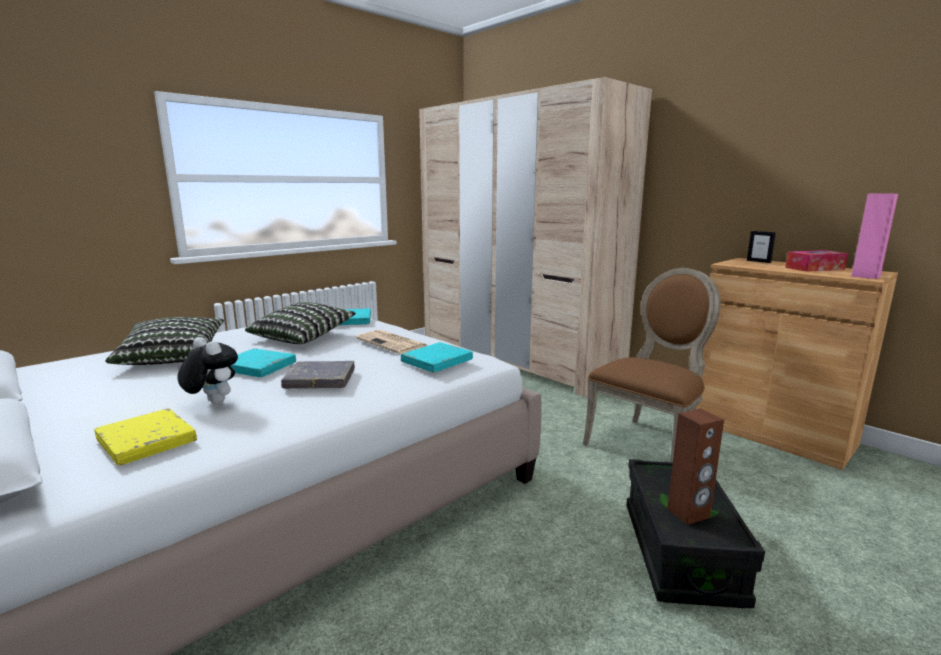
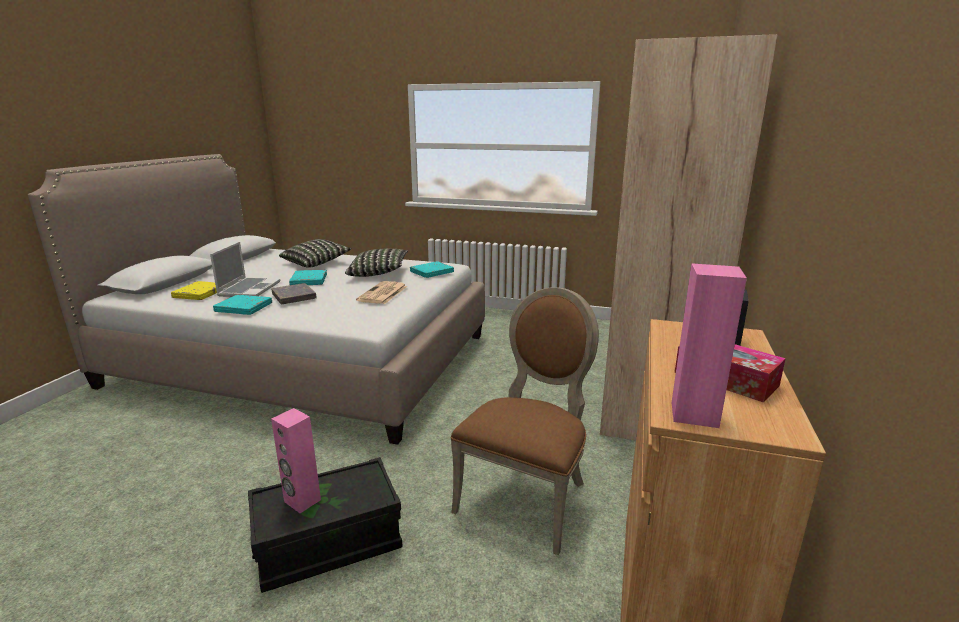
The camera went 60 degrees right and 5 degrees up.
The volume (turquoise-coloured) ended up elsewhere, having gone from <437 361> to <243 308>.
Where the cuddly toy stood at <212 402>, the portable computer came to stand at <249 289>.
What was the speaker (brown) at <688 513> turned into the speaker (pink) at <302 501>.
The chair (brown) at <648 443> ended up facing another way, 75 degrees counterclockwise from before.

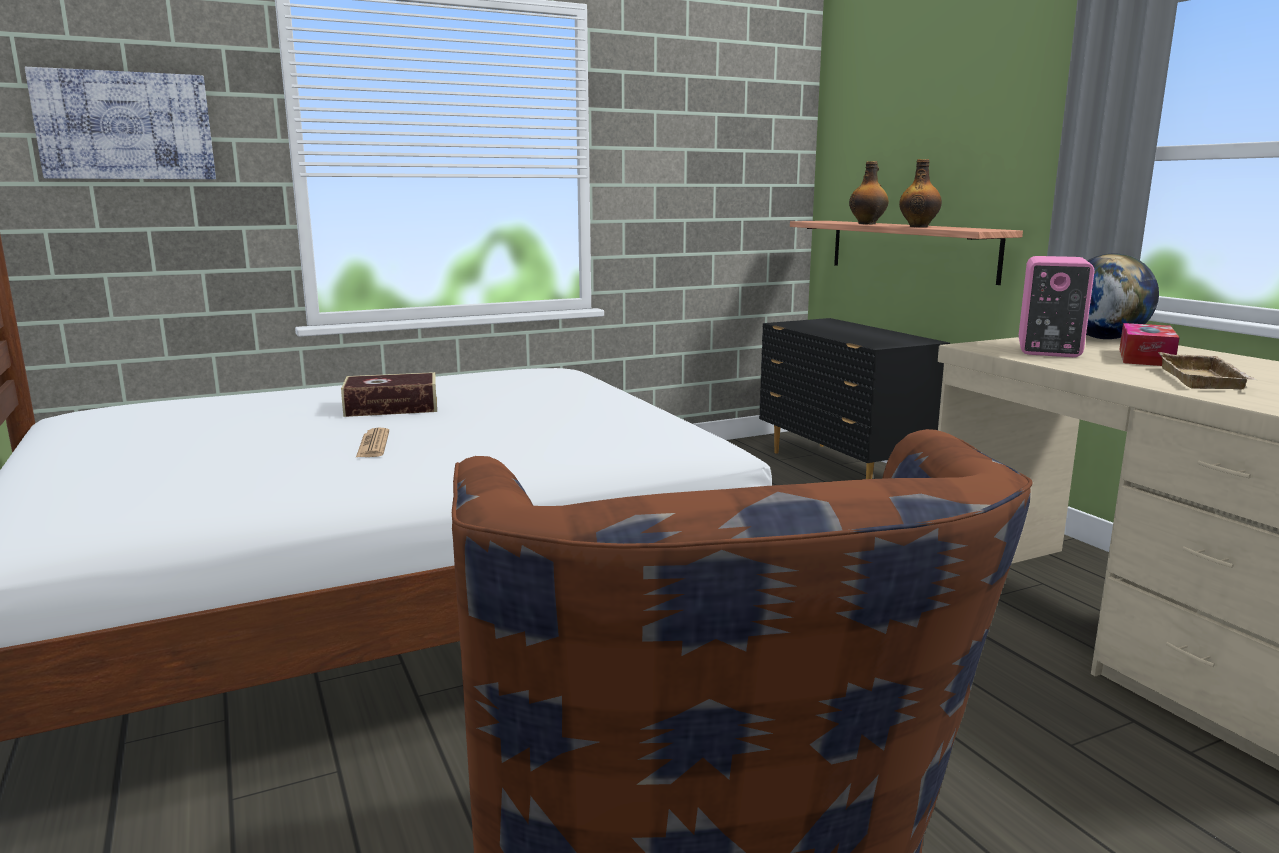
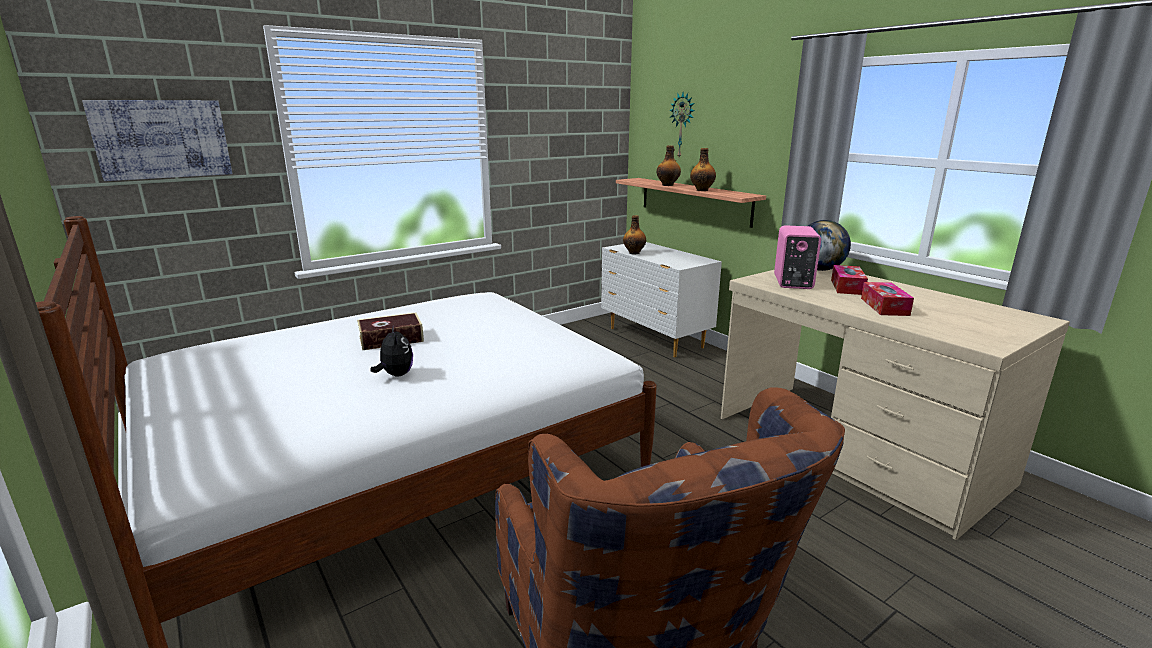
The camera went 10 degrees left and 5 degrees up.
The second view gained the bottle at <634 253>.
The second view gained the hanging clock at <683 125>.
Where the newspaper stood at <373 444>, the cuddly toy came to stand at <396 375>.
Where the carrying tray (beige) stood at <1205 380>, the tissue box came to stand at <884 306>.
What was the drawer chest (black) at <842 469> turned into the drawer chest (white-coloured) at <655 338>.

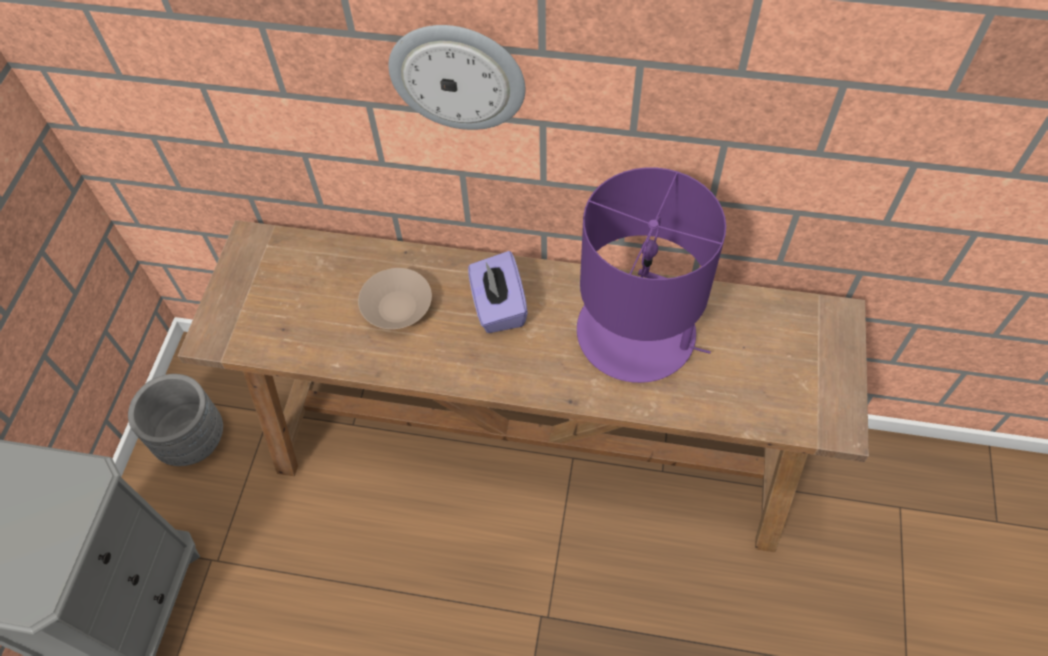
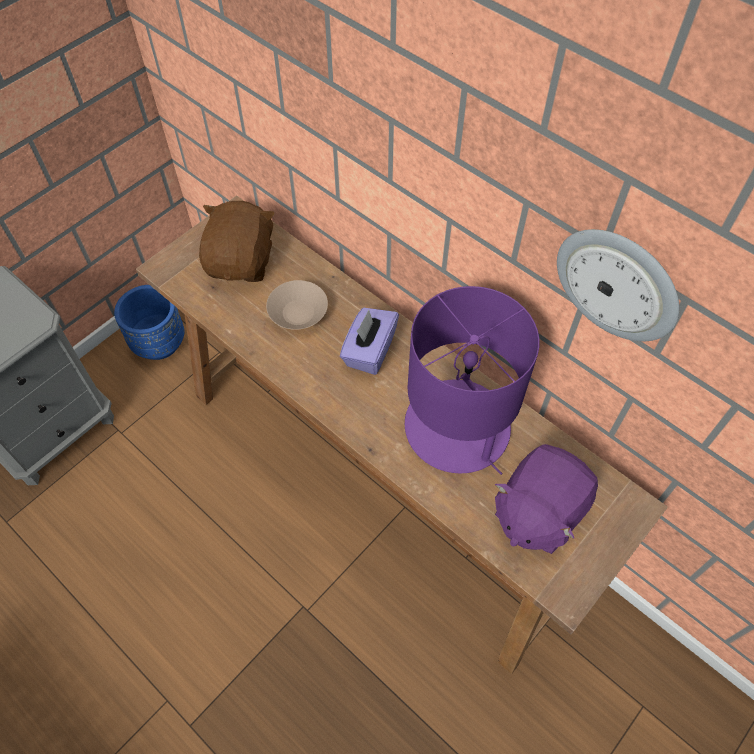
The camera went 30 degrees right and 0 degrees up.
The second view gained the cuddly toy (brown) at <242 261>.
The second view gained the cuddly toy (purplish) at <537 512>.
The hanging clock ended up elsewhere, having gone from <458 76> to <618 284>.
What was the planter (gray) at <193 440> turned into the planter (blue-coloured) at <159 343>.

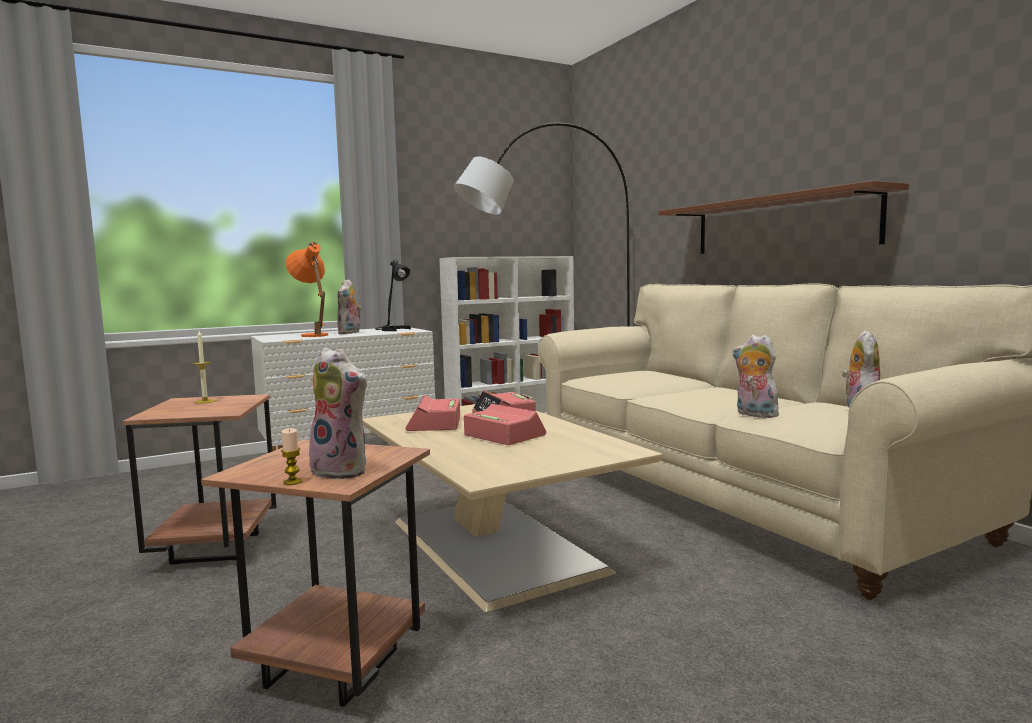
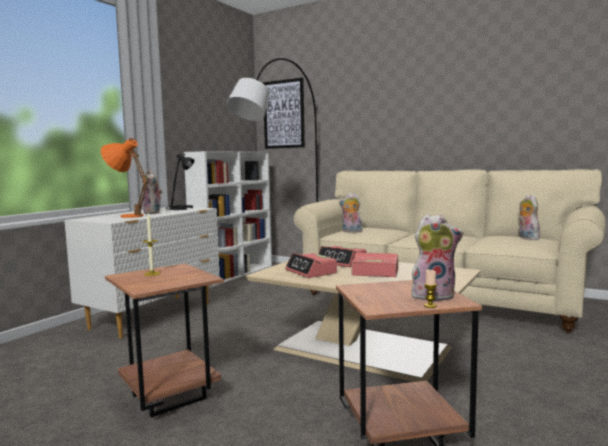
The camera went 30 degrees left and 0 degrees up.
The second view lost the wall shelf (brown) at <780 224>.
The second view gained the picture at <284 114>.
The cuddly toy ended up elsewhere, having gone from <754 415> to <351 232>.

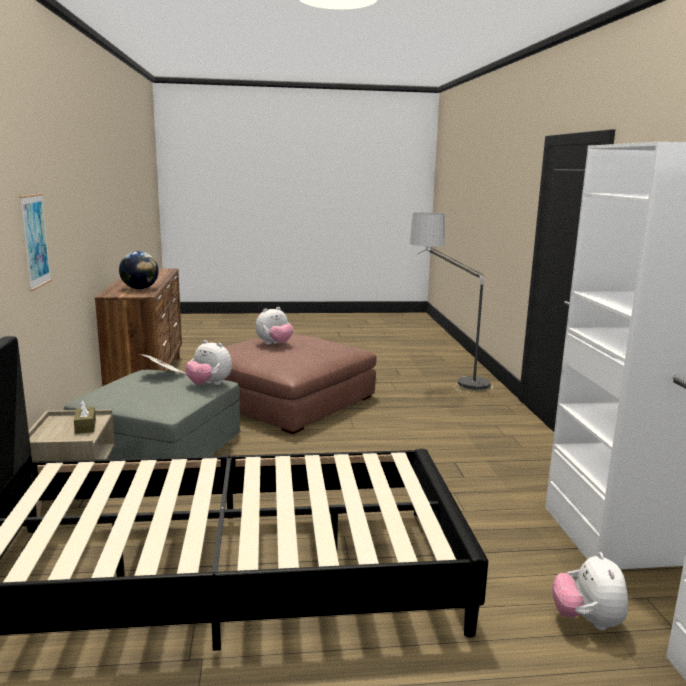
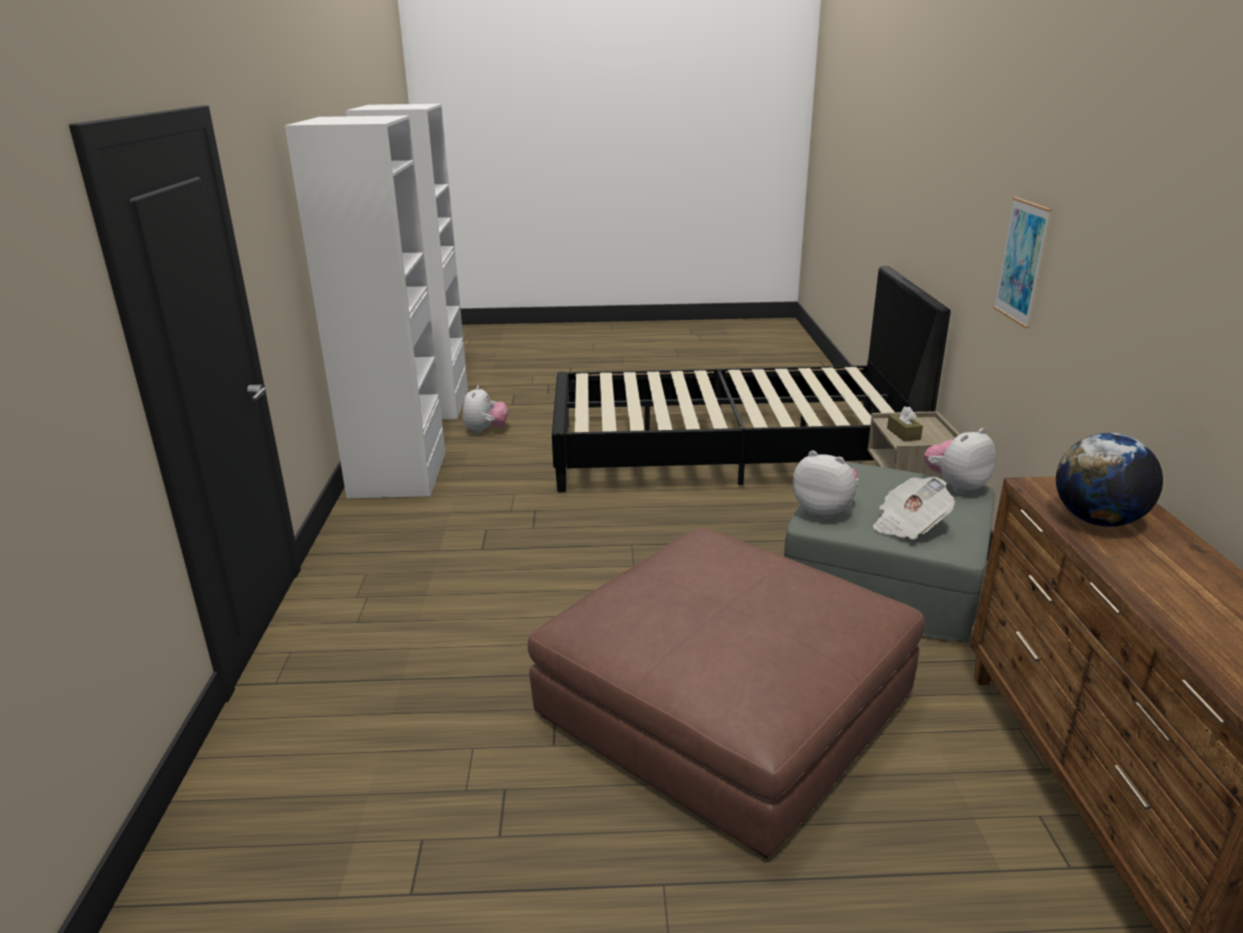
The camera went 175 degrees left and 10 degrees up.
The second view lost the standing lamp at <447 384>.
The cuddly toy ended up elsewhere, having gone from <274 344> to <955 486>.

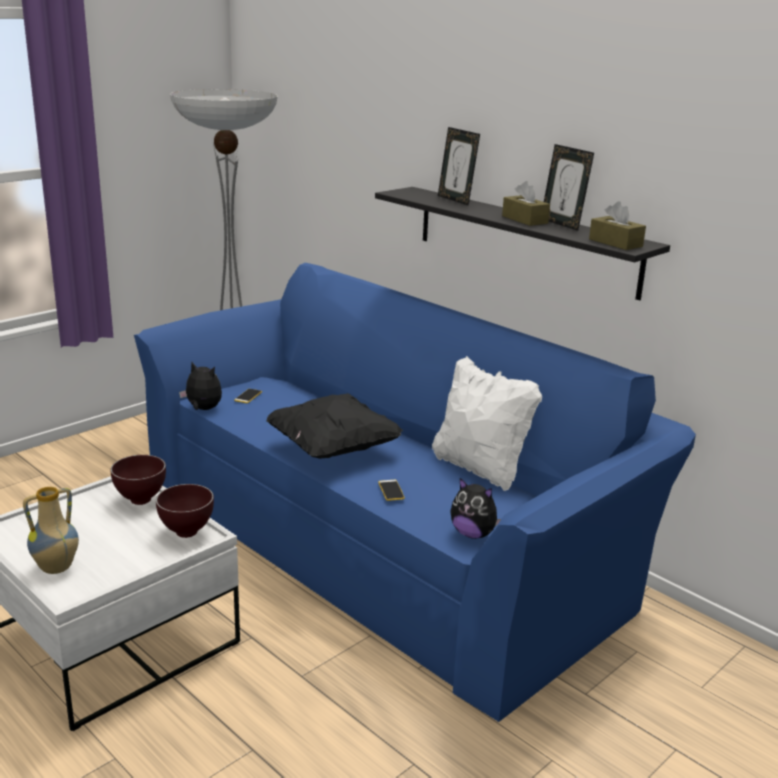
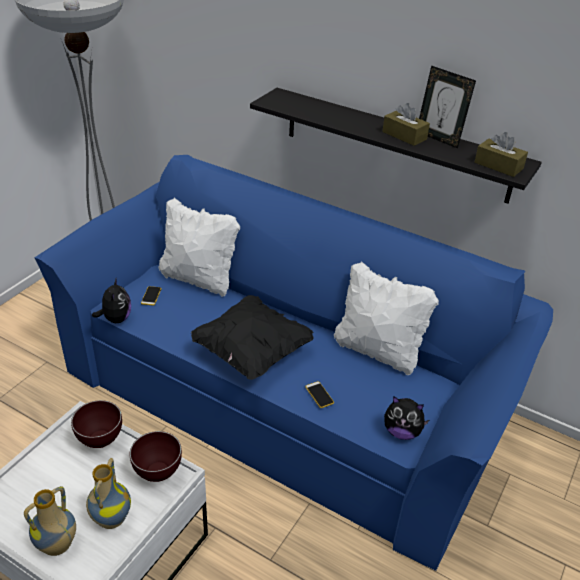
The camera went 15 degrees left and 15 degrees up.
The second view lost the photo frame at <456 200>.
The second view gained the vase at <111 518>.
The second view gained the cushion (white-coloured) at <199 279>.
The cuddly toy at <202 409> ended up facing another way, 75 degrees clockwise from before.

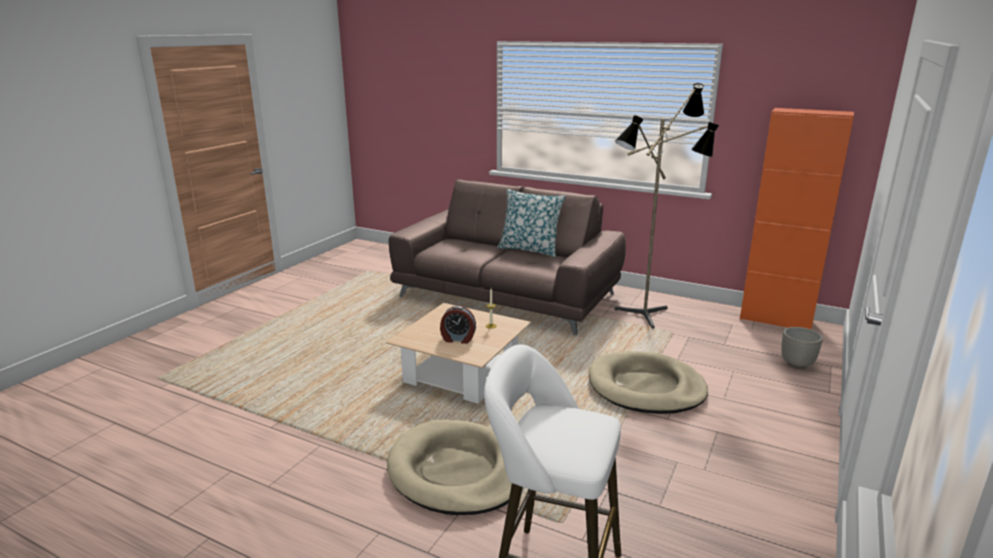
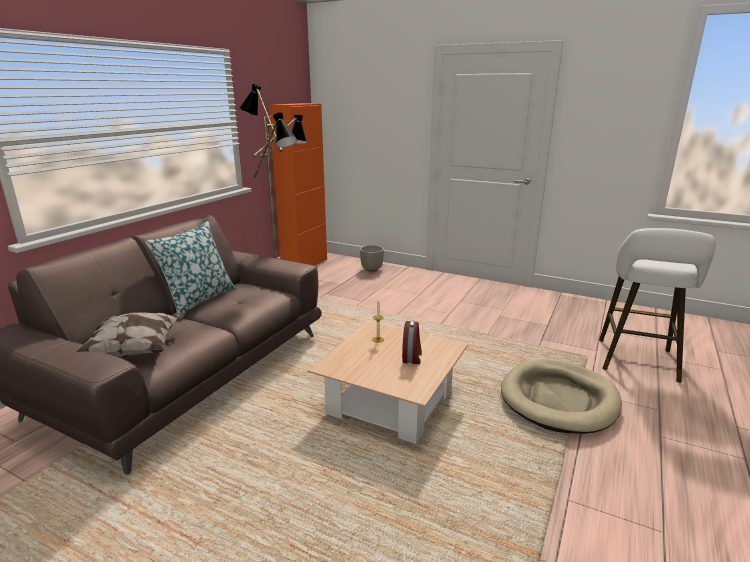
The camera went 90 degrees left and 0 degrees up.
The second view lost the dog cushion (beige) at <646 387>.
The second view gained the cushion at <136 350>.

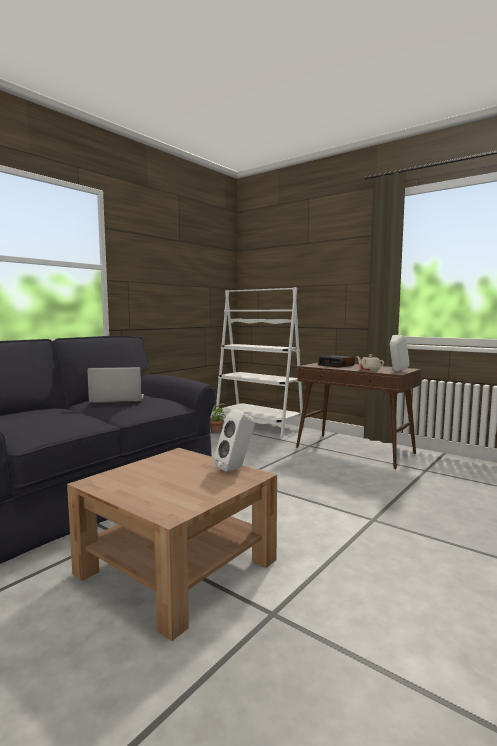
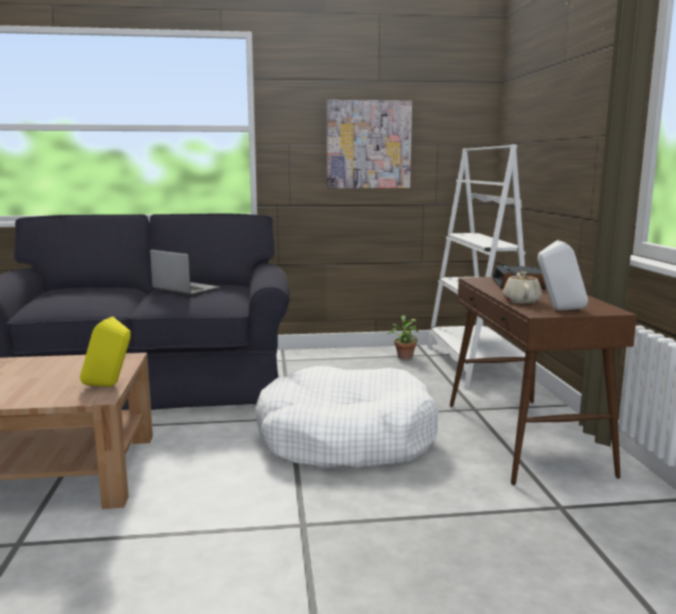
The camera went 45 degrees right and 5 degrees up.
The second view gained the dog cushion (white-coloured) at <345 439>.
The second view gained the picture at <368 145>.
What was the speaker (white-coloured) at <236 468> turned into the speaker (yellow-coloured) at <110 386>.

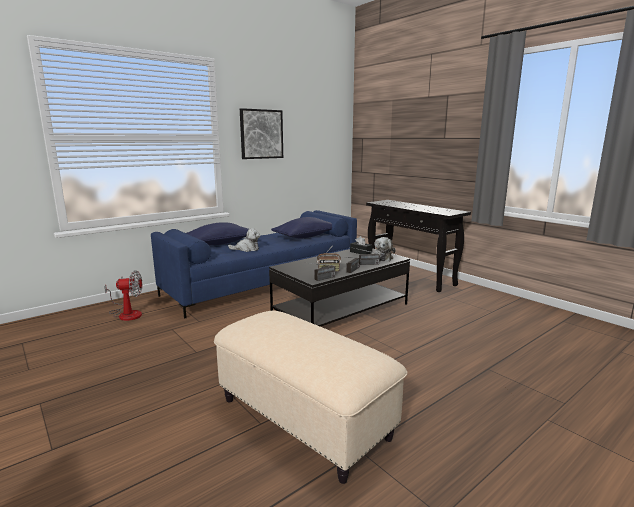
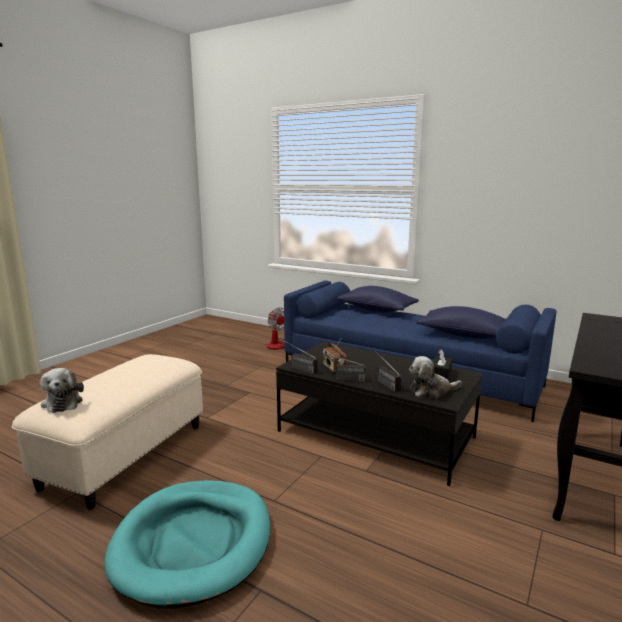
The camera went 70 degrees right and 0 degrees up.
The second view lost the picture at <261 134>.
The second view gained the dog cushion (turquoise-coloured) at <193 543>.
The cuddly toy ended up elsewhere, having gone from <246 249> to <63 402>.

